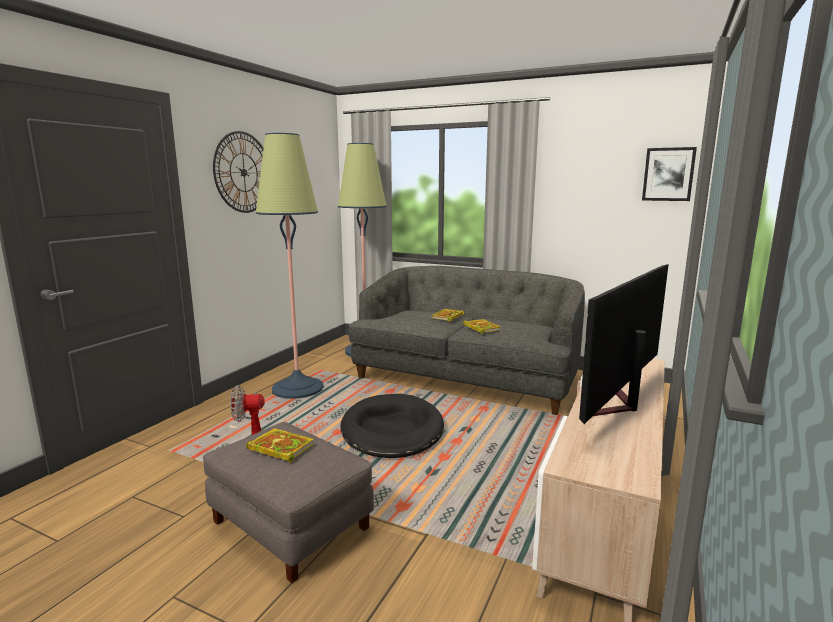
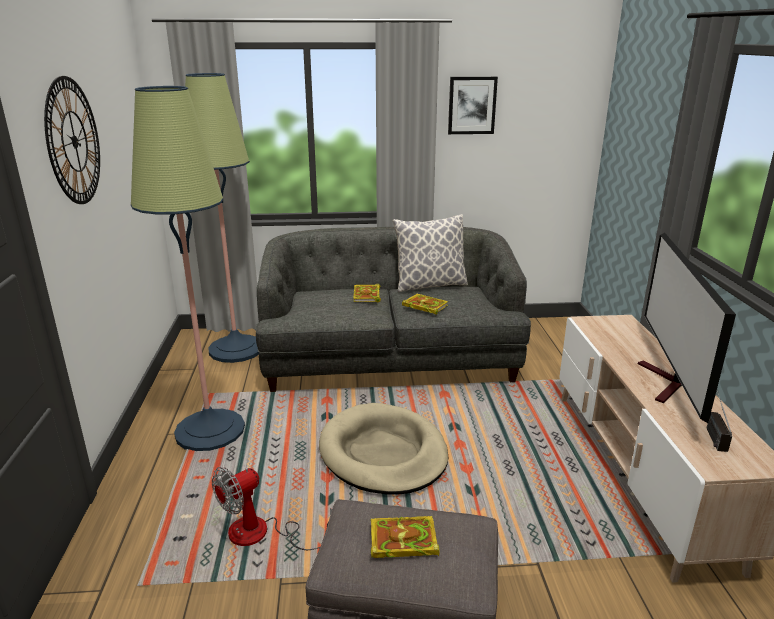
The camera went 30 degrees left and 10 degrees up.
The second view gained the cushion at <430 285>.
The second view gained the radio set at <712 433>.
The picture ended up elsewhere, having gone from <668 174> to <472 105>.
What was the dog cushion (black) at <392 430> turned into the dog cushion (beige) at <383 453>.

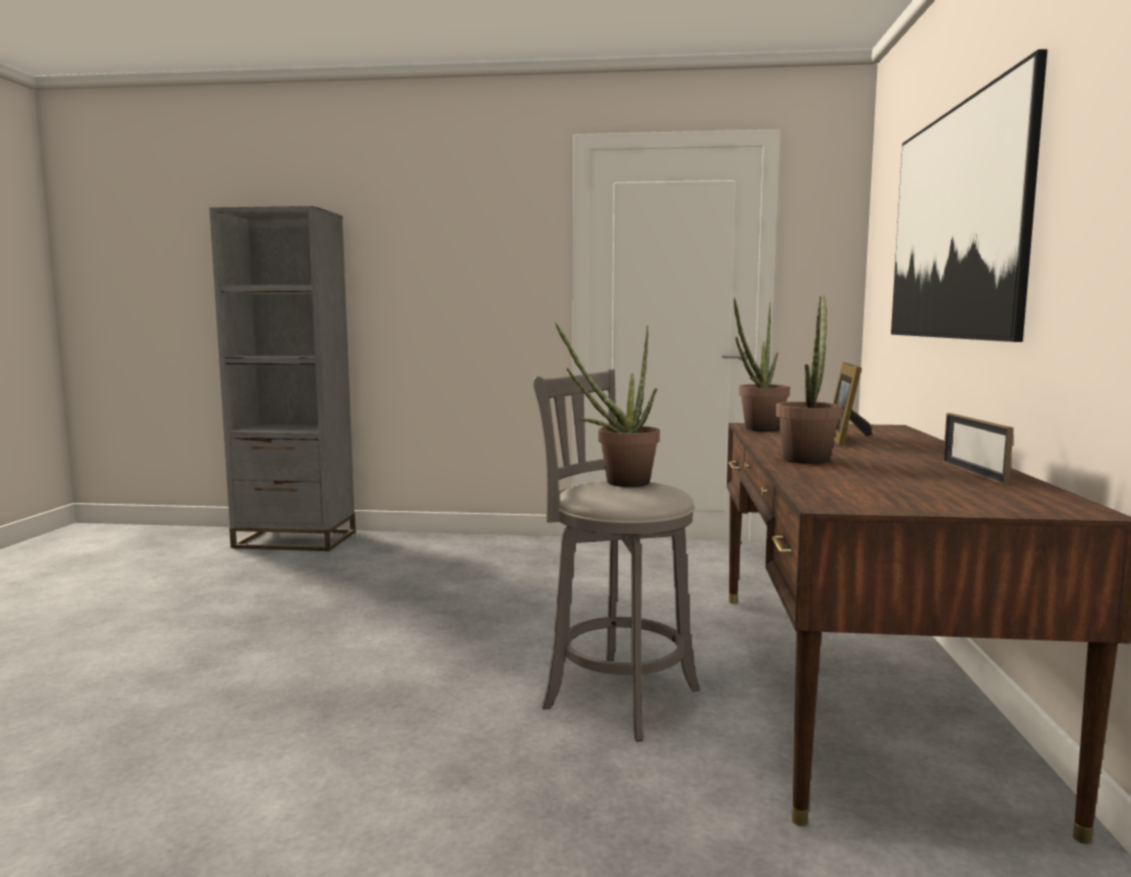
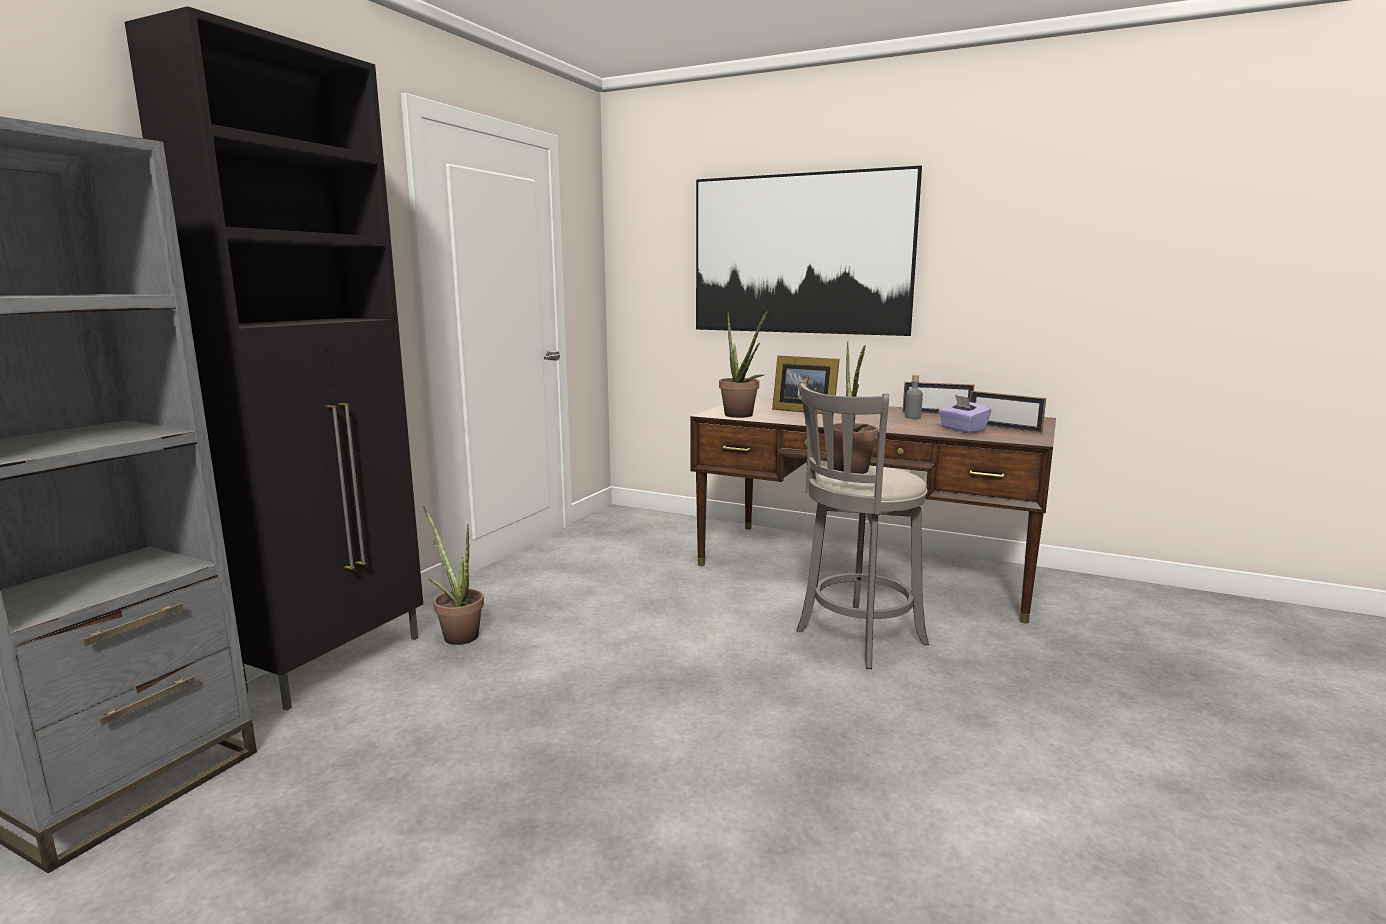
The camera went 70 degrees left and 5 degrees up.
The second view gained the cupboard (black) at <338 663>.
The second view gained the bottle (gray) at <912 417>.
The second view gained the tissue box (purplish) at <962 430>.
The second view gained the photo frame at <1004 428>.
The potted plant ended up elsewhere, having gone from <808 458> to <457 634>.

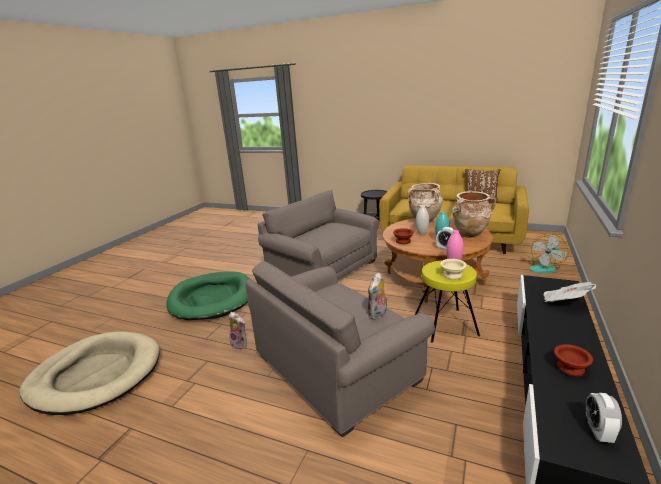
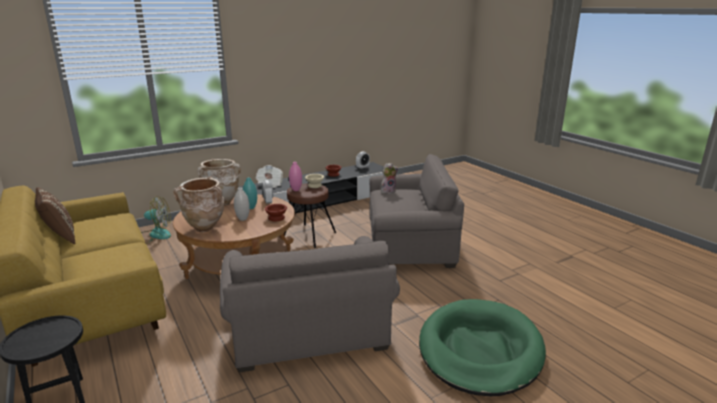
The camera went 145 degrees left and 0 degrees up.
The second view lost the dog cushion (beige) at <96 375>.
The second view lost the cuddly toy at <240 344>.
What was the sitting stool (yellow-coloured) at <446 325> turned into the sitting stool (brown) at <309 235>.

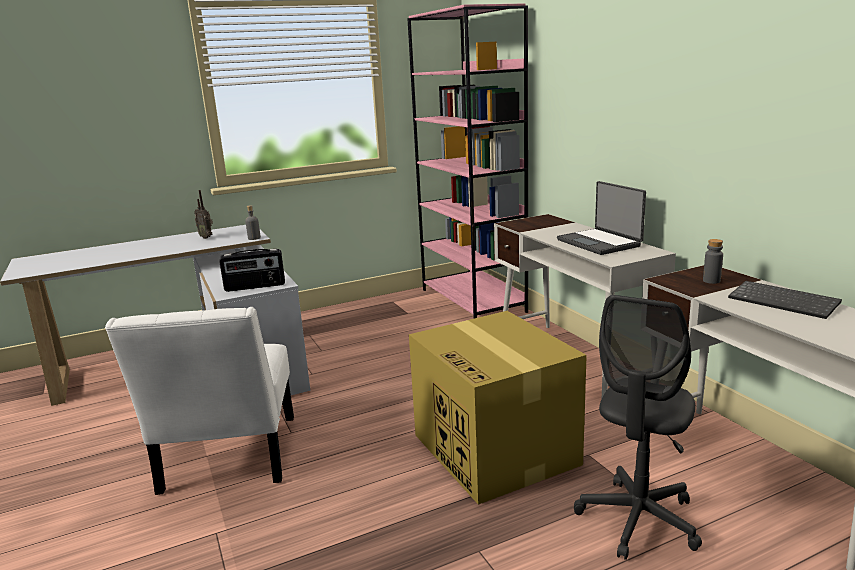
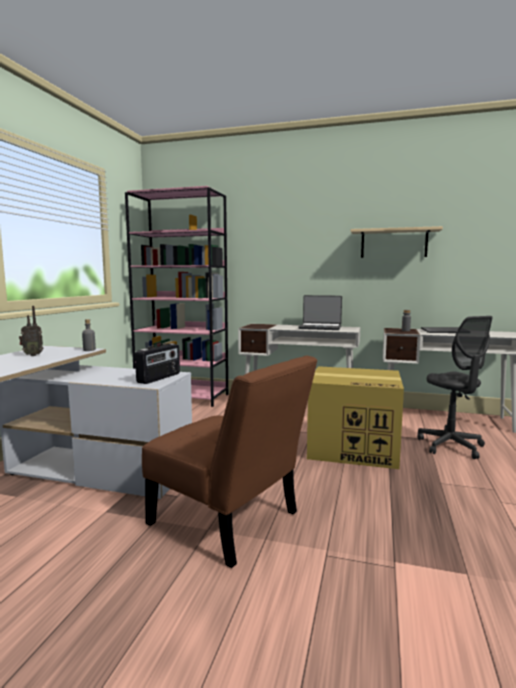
The camera went 50 degrees left and 10 degrees down.
The second view gained the wall shelf (beige) at <393 243>.
What was the chair (white-coloured) at <228 459> turned into the chair (brown) at <229 522>.

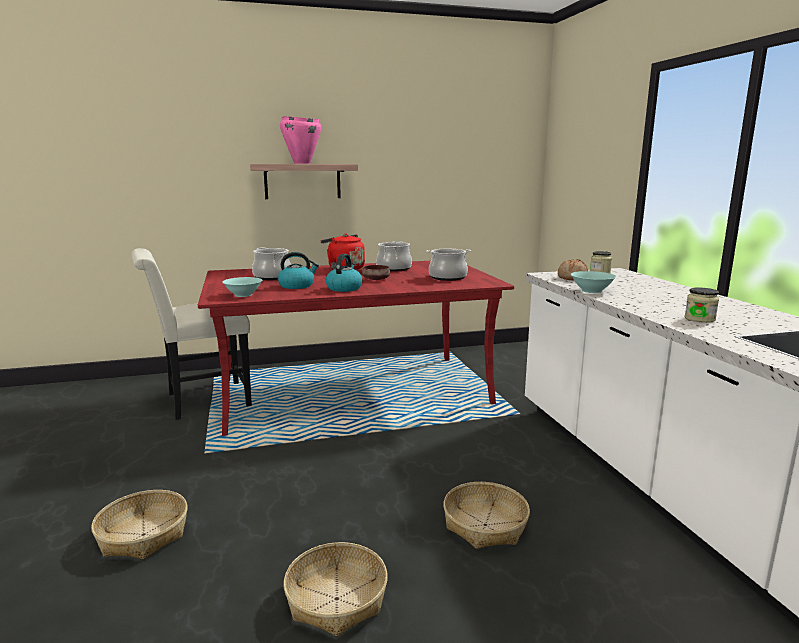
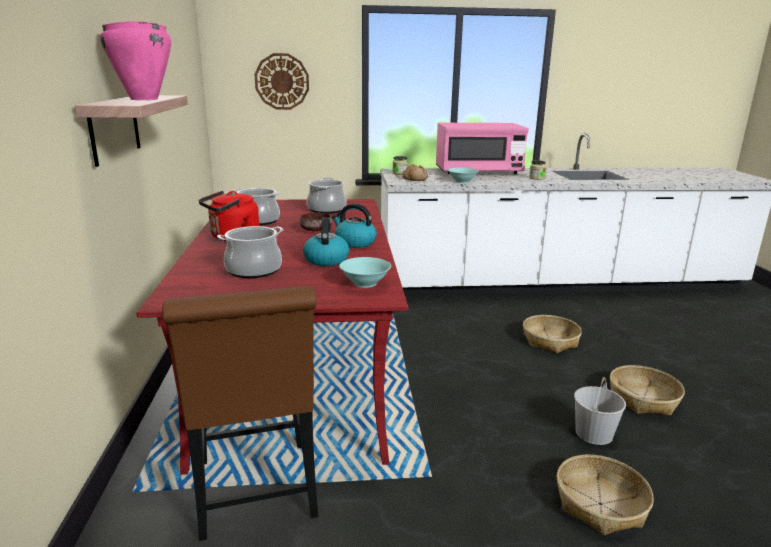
The camera went 80 degrees left and 5 degrees up.
The second view gained the hanging clock at <282 81>.
The second view gained the kitchen microwave (pink) at <478 172>.
The second view gained the bucket (white-coloured) at <593 433>.
What was the chair (white-coloured) at <201 401> turned into the chair (brown) at <257 496>.

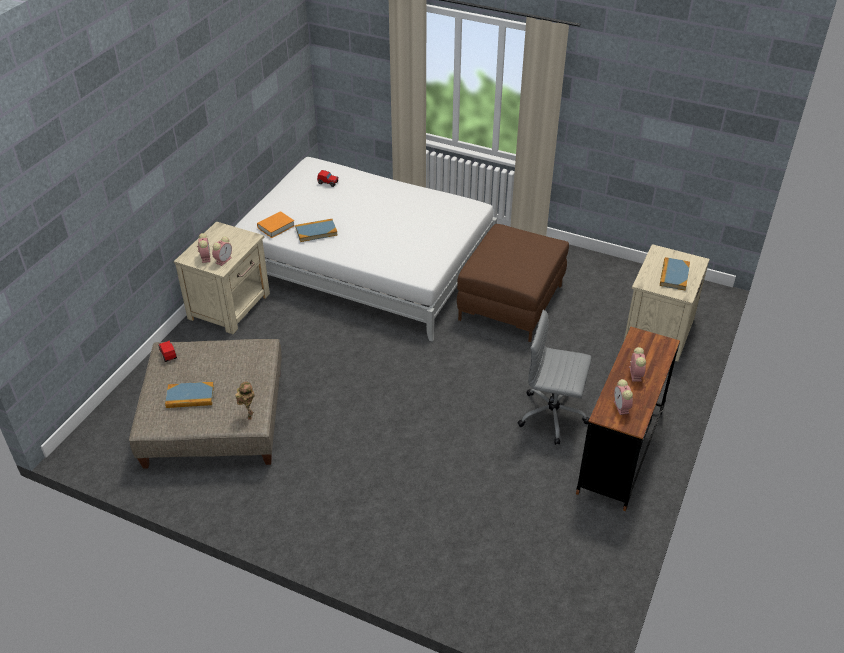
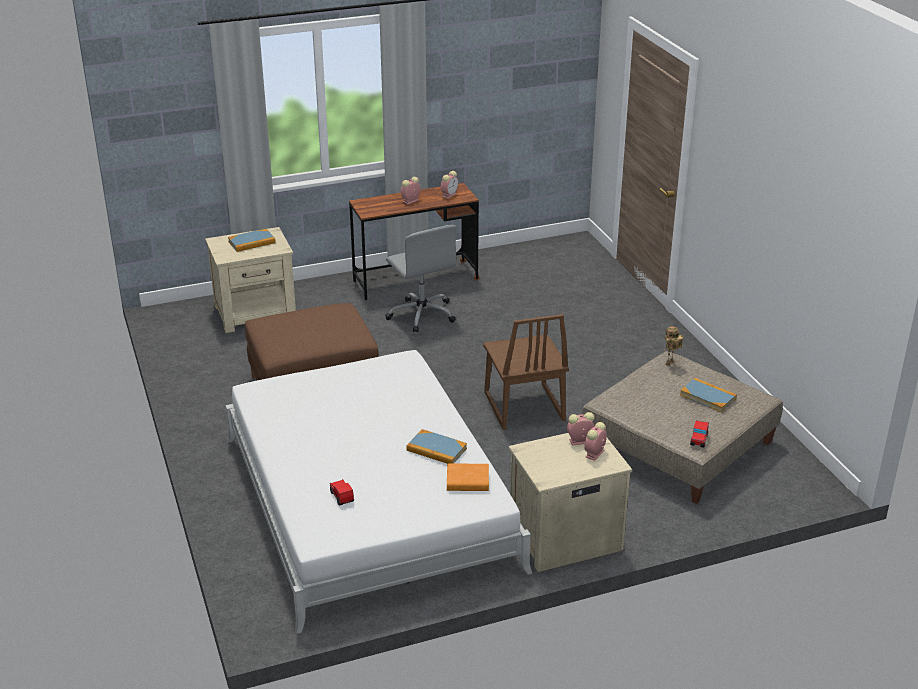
The camera went 135 degrees left and 10 degrees down.
The second view gained the chair (brown) at <523 407>.

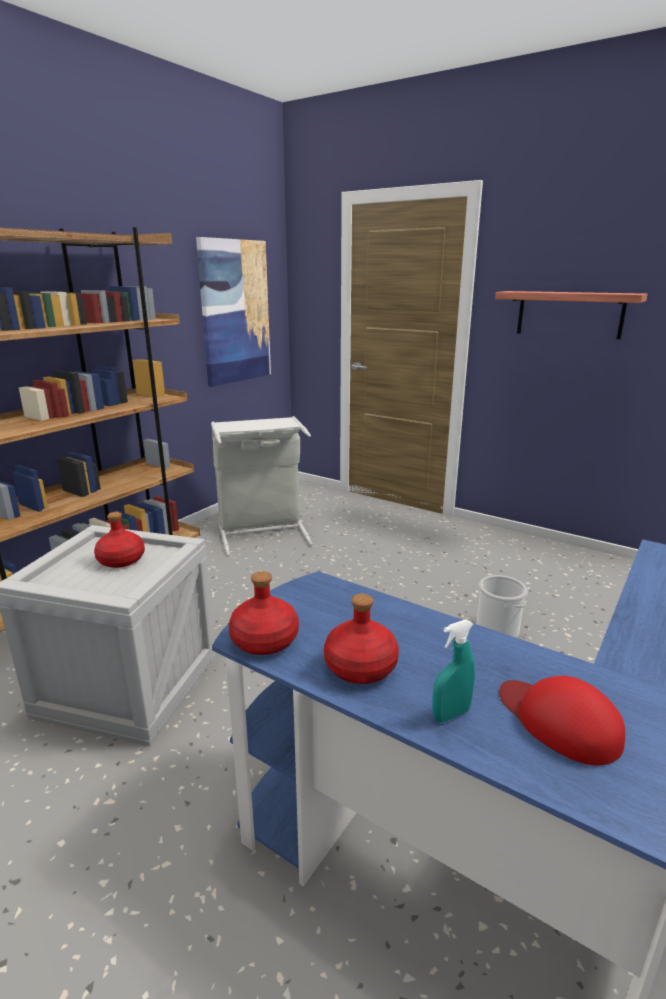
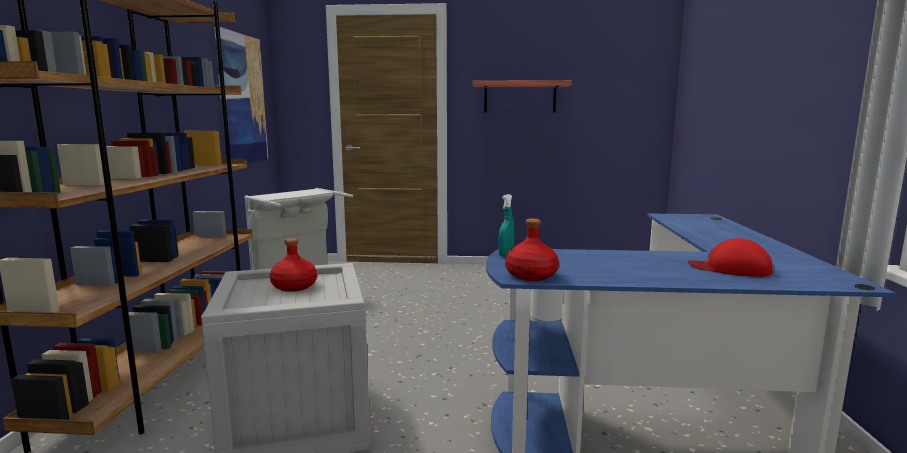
The camera went 30 degrees left and 10 degrees down.
The second view lost the bottle (reddish) at <360 666>.
The sprayer (turquoise-coloured) ended up elsewhere, having gone from <450 714> to <506 254>.

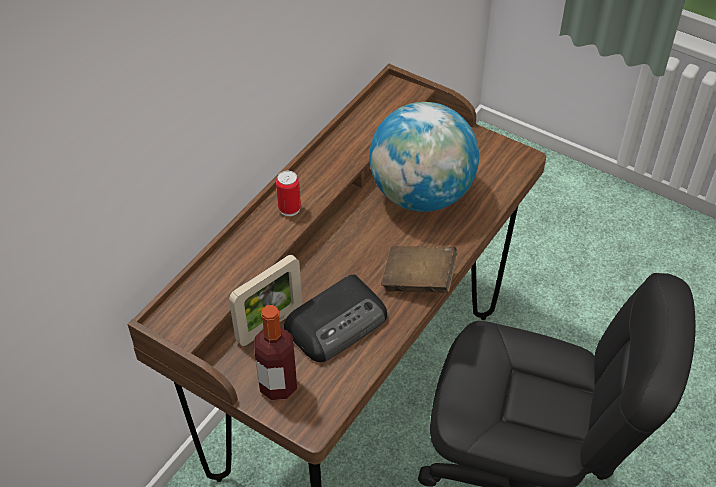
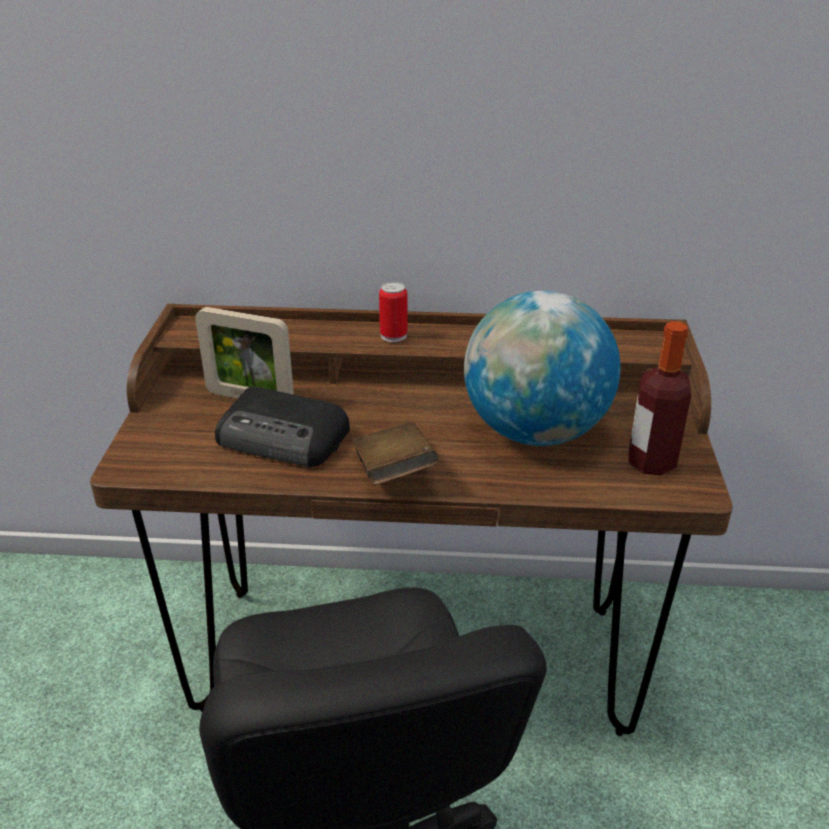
The camera went 60 degrees right and 15 degrees down.
The bottle ended up elsewhere, having gone from <278 386> to <651 463>.

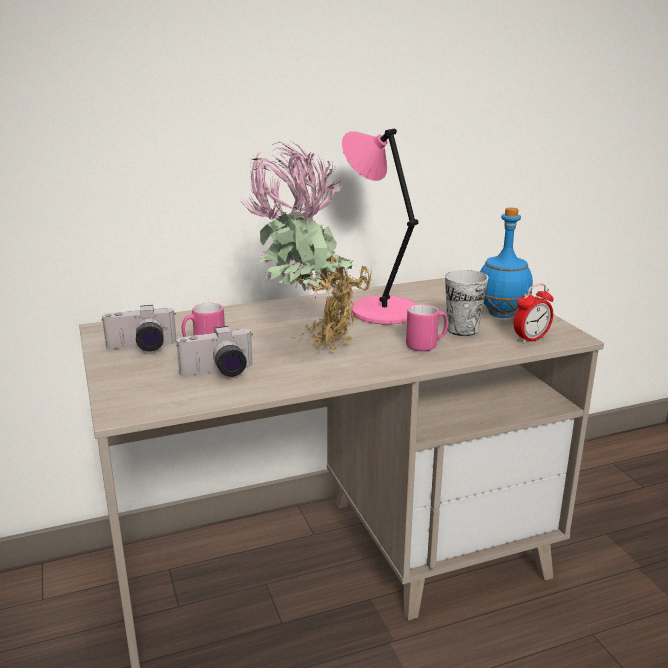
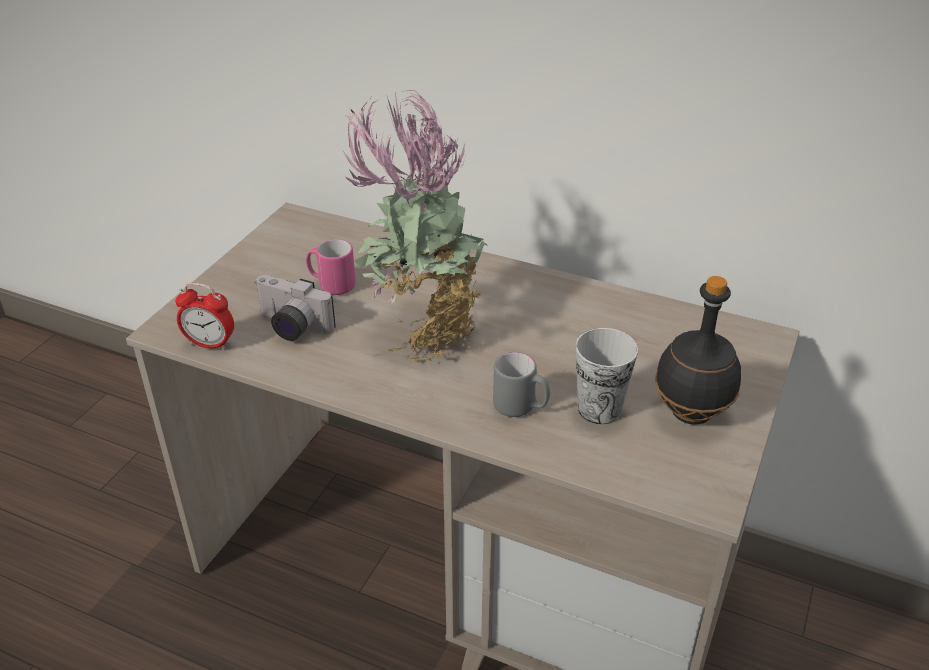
The camera went 45 degrees right and 15 degrees up.
The second view lost the still camera at <141 348>.
The second view lost the tabletop lamp (pink) at <380 311>.
The bedside clock ended up elsewhere, having gone from <531 339> to <210 344>.
What was the tea mug (pink) at <426 345> turned into the tea mug (gray) at <521 407>.
What was the bottle (blue-coloured) at <502 314> turned into the bottle (black) at <692 413>.

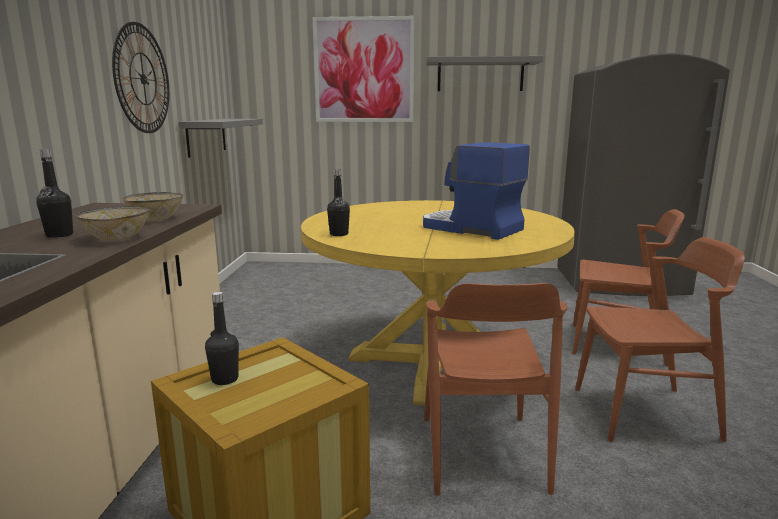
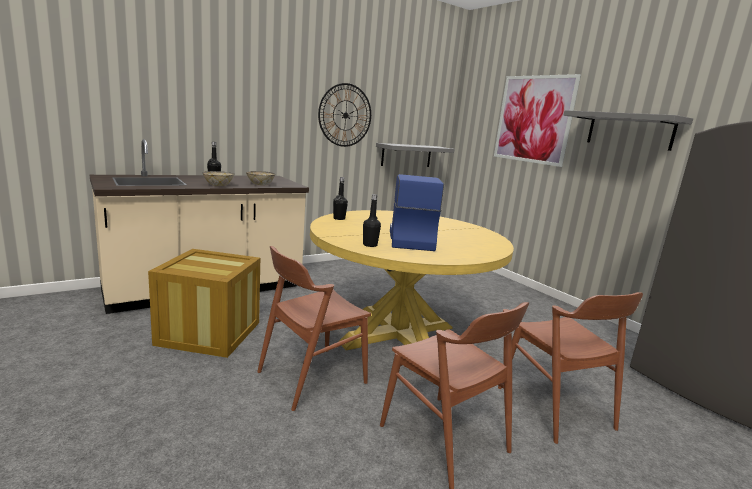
The camera went 50 degrees right and 0 degrees up.
The bottle (black) ended up elsewhere, having gone from <225 379> to <370 245>.

